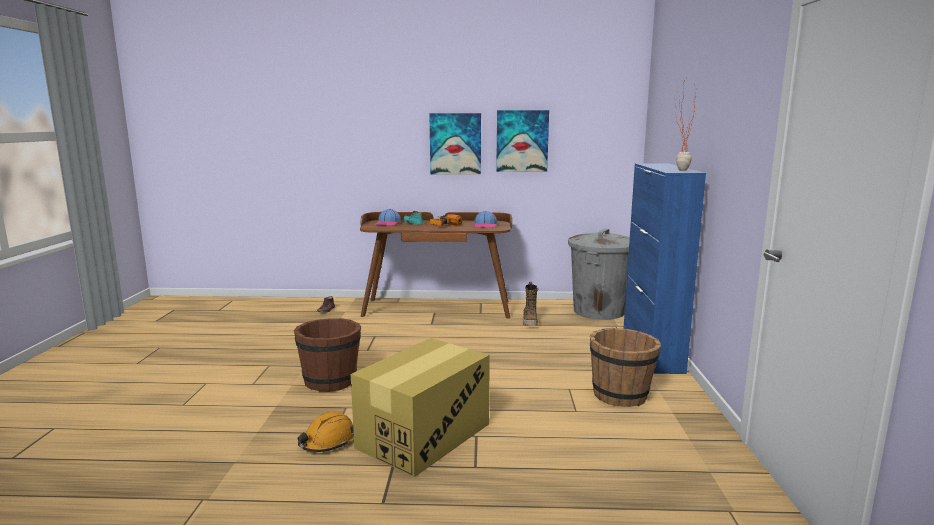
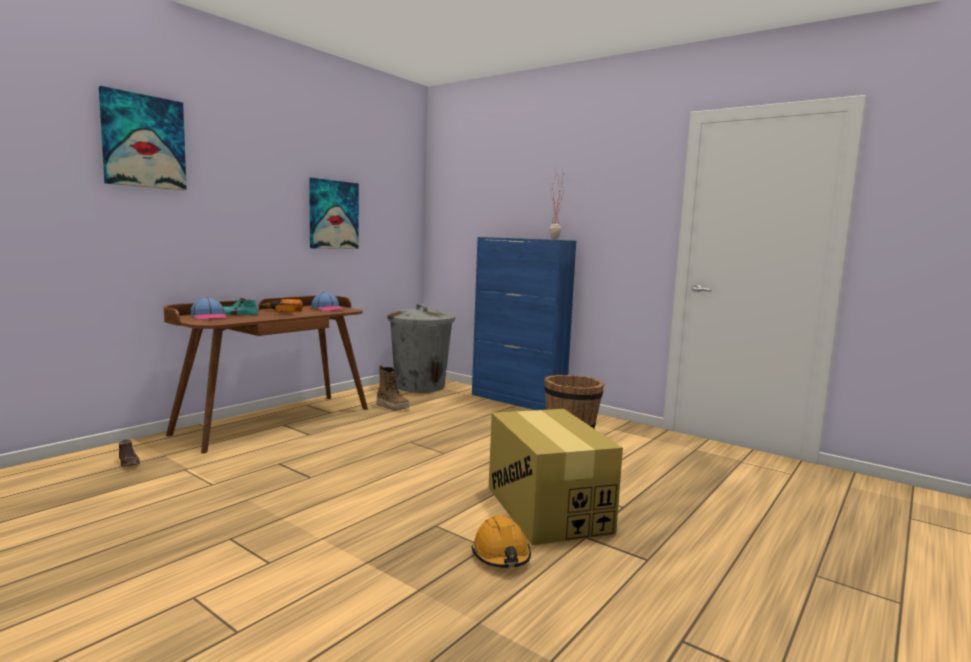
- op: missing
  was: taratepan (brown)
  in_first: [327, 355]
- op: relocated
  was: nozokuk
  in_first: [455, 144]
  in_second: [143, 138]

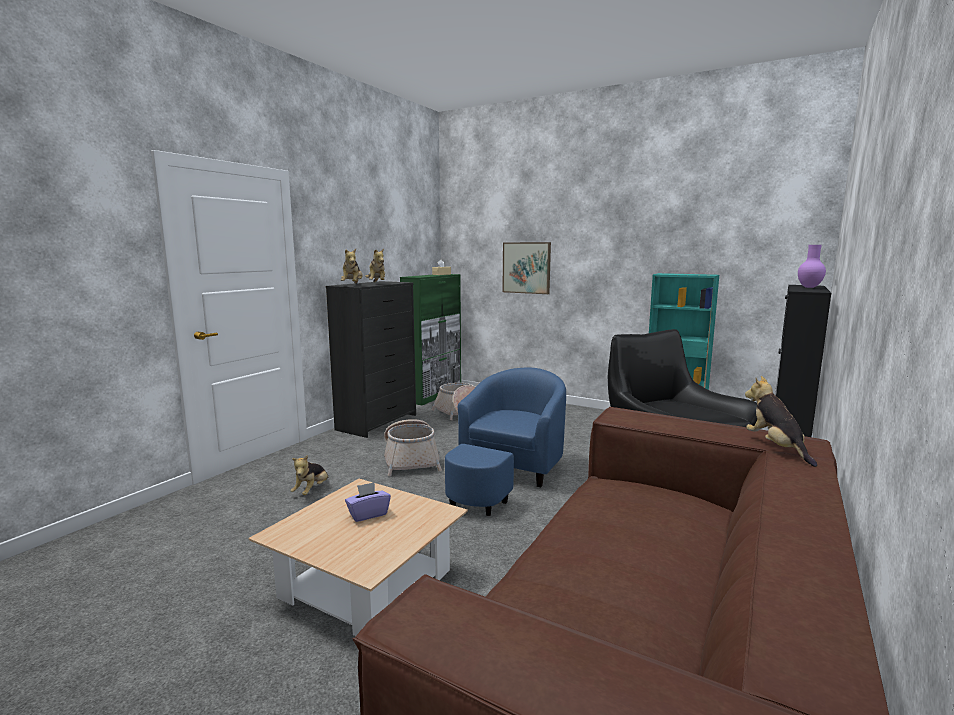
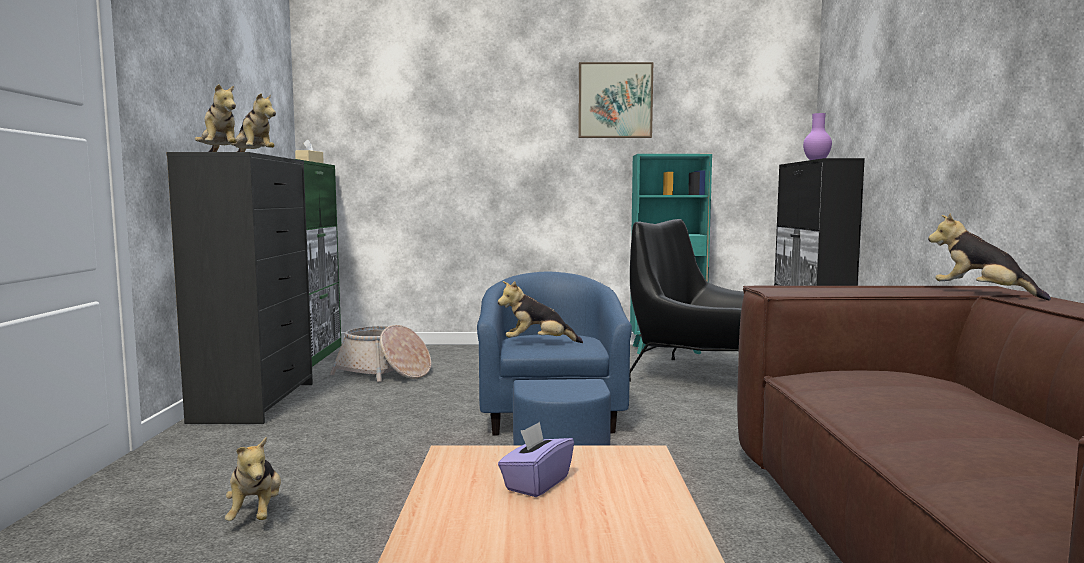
- op: missing
  was: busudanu
  in_first: [413, 447]
- op: appeared
  now: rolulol
  in_second: [540, 312]
- op: relocated
  was: nozokuk
  in_first: [526, 268]
  in_second: [615, 100]

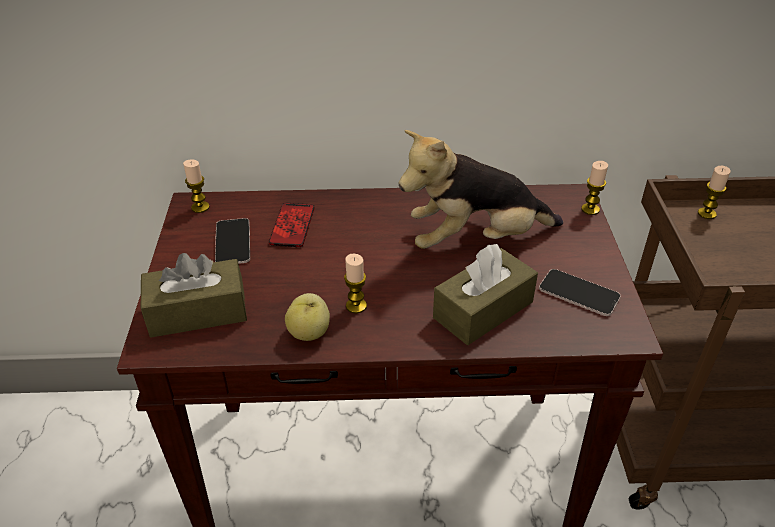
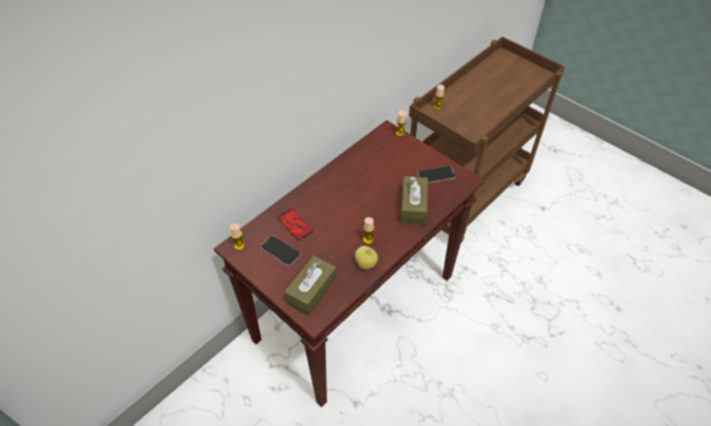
- op: missing
  was: rolulol
  in_first: [480, 189]

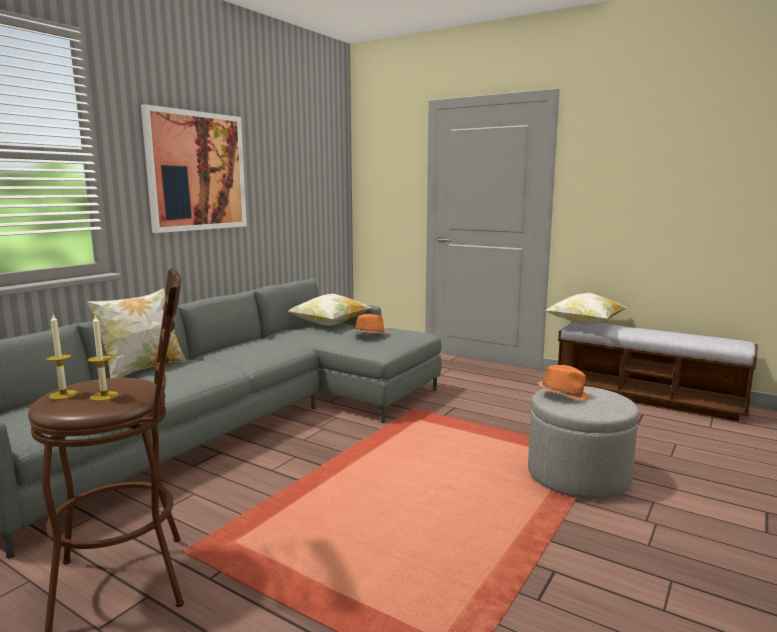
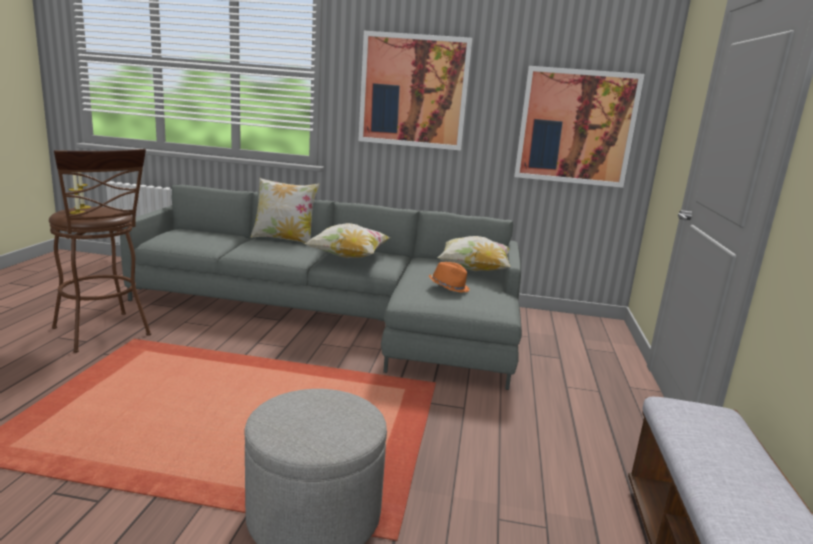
- op: missing
  was: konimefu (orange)
  in_first: [563, 382]
- op: appeared
  now: nozokuk
  in_second: [579, 127]
- op: relocated
  was: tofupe
  in_first: [586, 309]
  in_second: [347, 240]

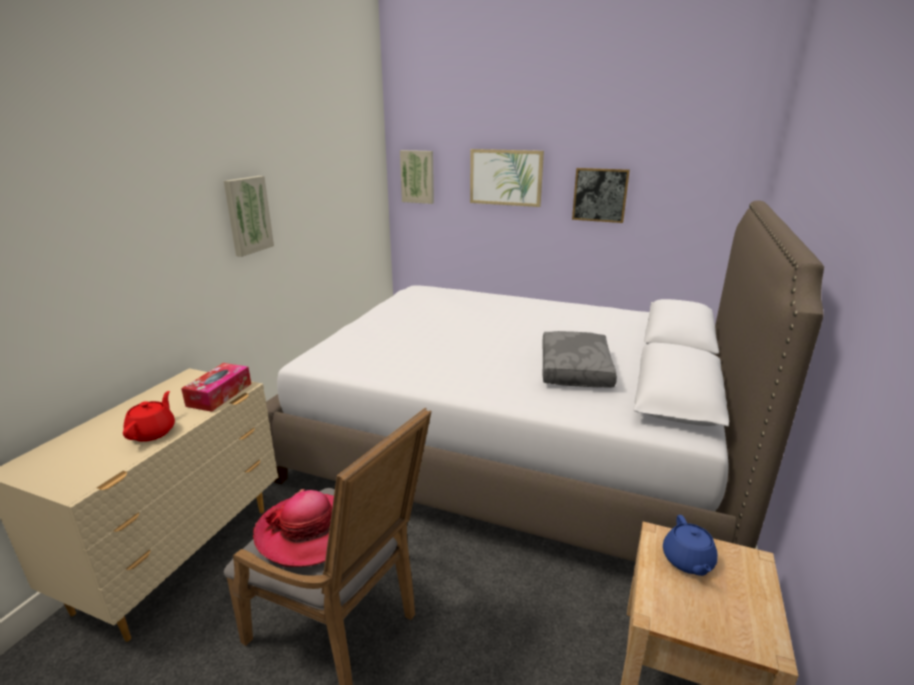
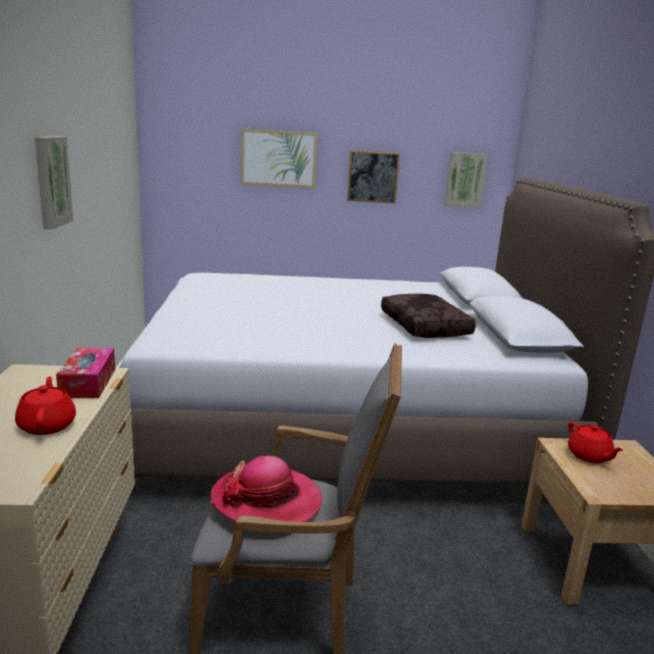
- op: relocated
  was: nozokuk
  in_first: [417, 177]
  in_second: [466, 180]
- op: colour
  was: tofupe (grey)
  now: tofupe (brown)
  in_first: [579, 359]
  in_second: [428, 316]
- op: colour
  was: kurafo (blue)
  now: kurafo (red)
  in_first: [690, 545]
  in_second: [596, 442]

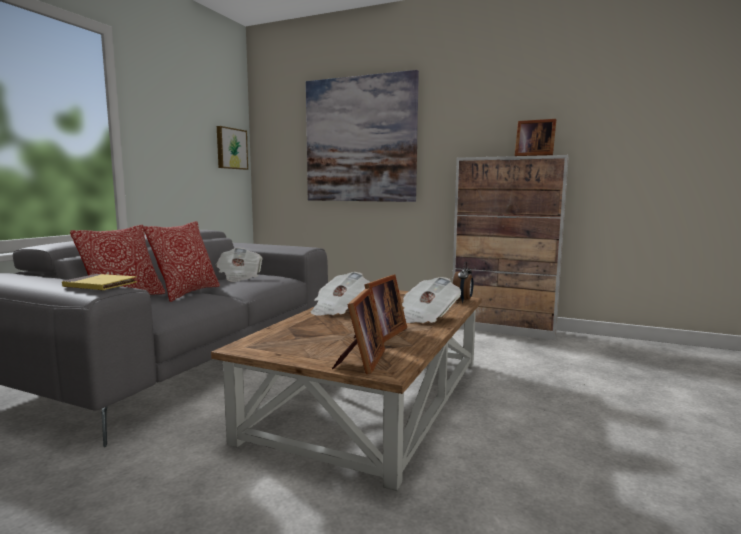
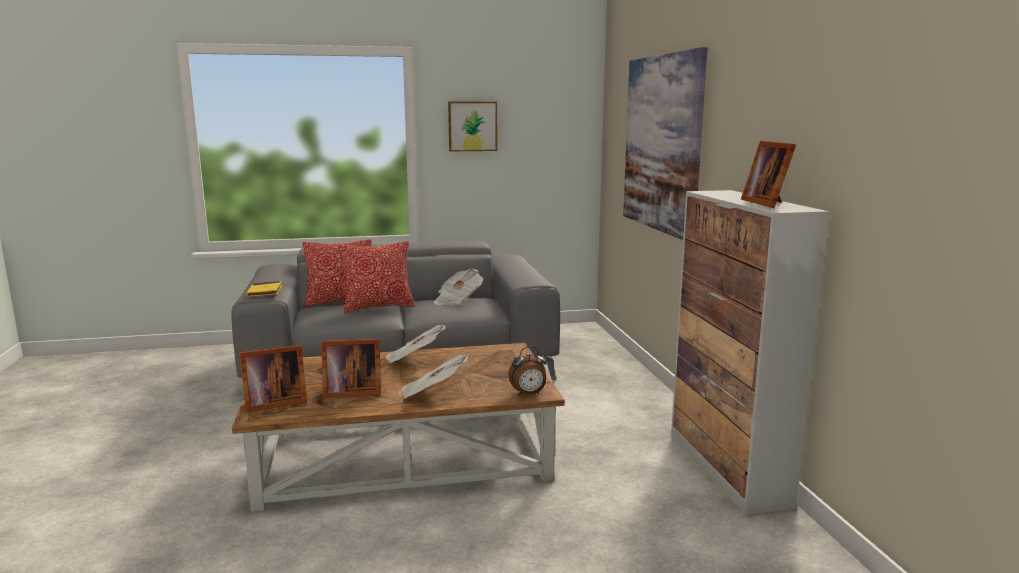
- op: relocated
  was: nozokuk
  in_first: [232, 148]
  in_second: [472, 126]

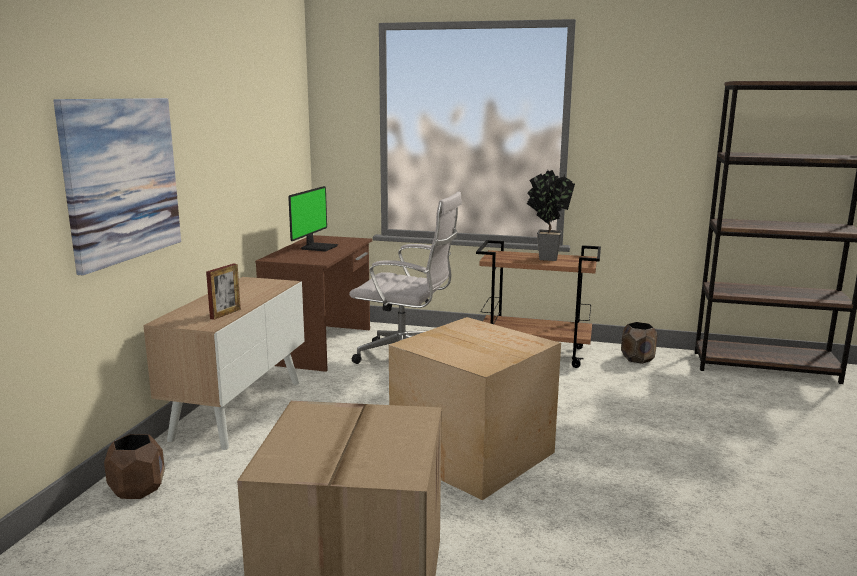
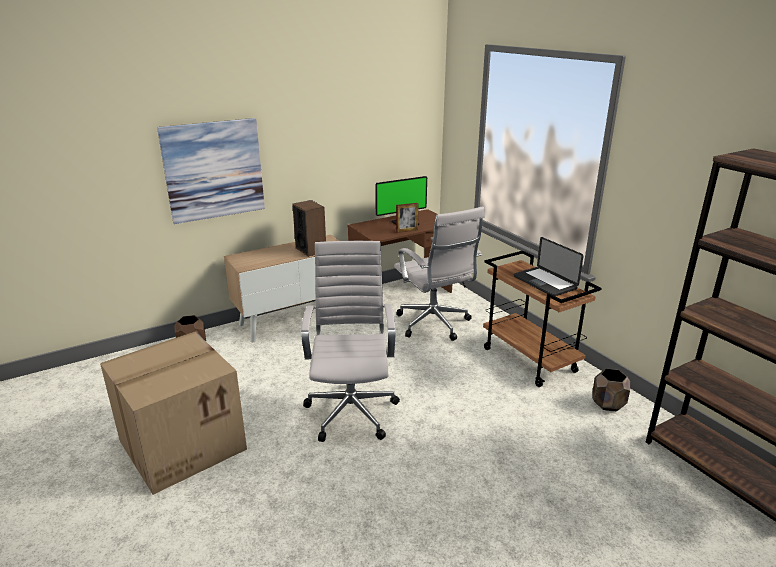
- op: appeared
  now: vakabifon
  in_second: [309, 228]
- op: relocated
  was: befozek
  in_first: [223, 292]
  in_second: [407, 218]
- op: exchanged
  was: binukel
  now: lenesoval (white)
  in_first: [475, 408]
  in_second: [350, 341]
- op: exchanged
  was: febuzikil
  now: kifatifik
  in_first: [551, 215]
  in_second: [549, 266]

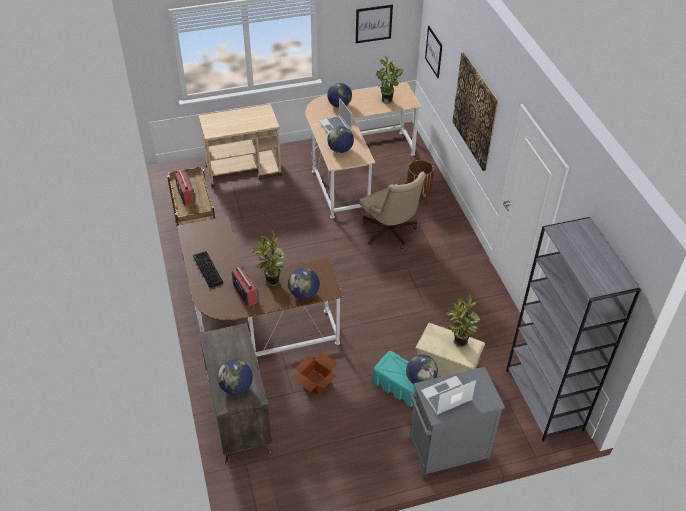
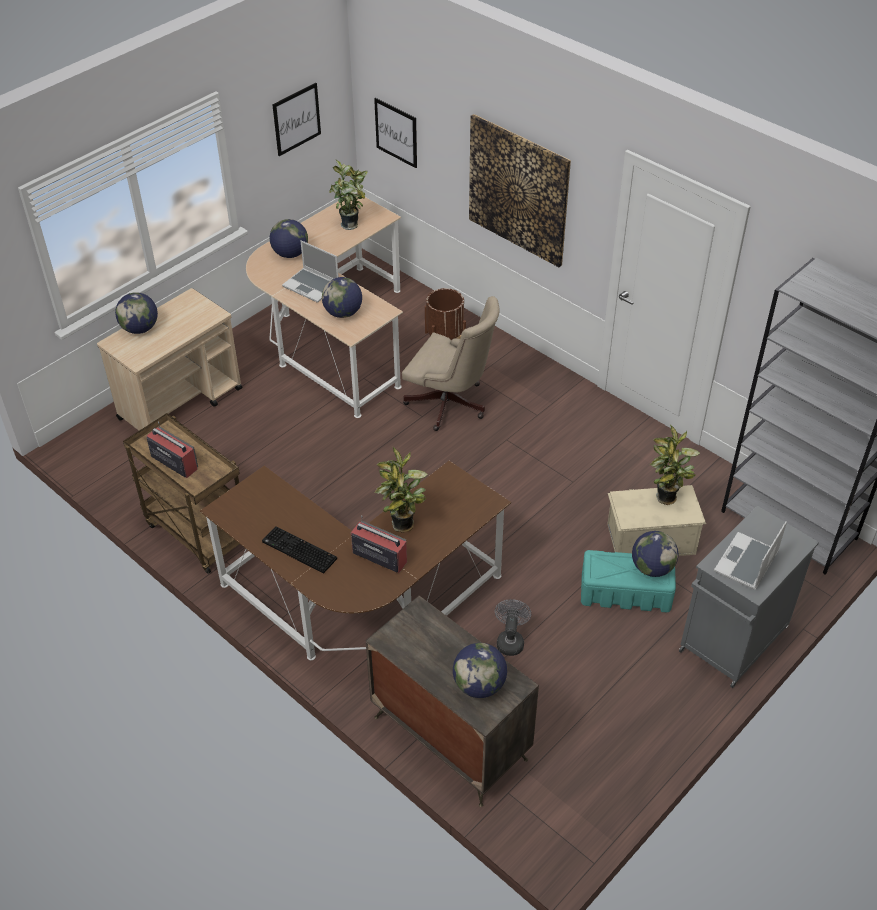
- op: relocated
  was: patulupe
  in_first: [304, 284]
  in_second: [136, 313]
- op: exchanged
  was: binukel
  now: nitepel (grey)
  in_first: [315, 373]
  in_second: [513, 627]

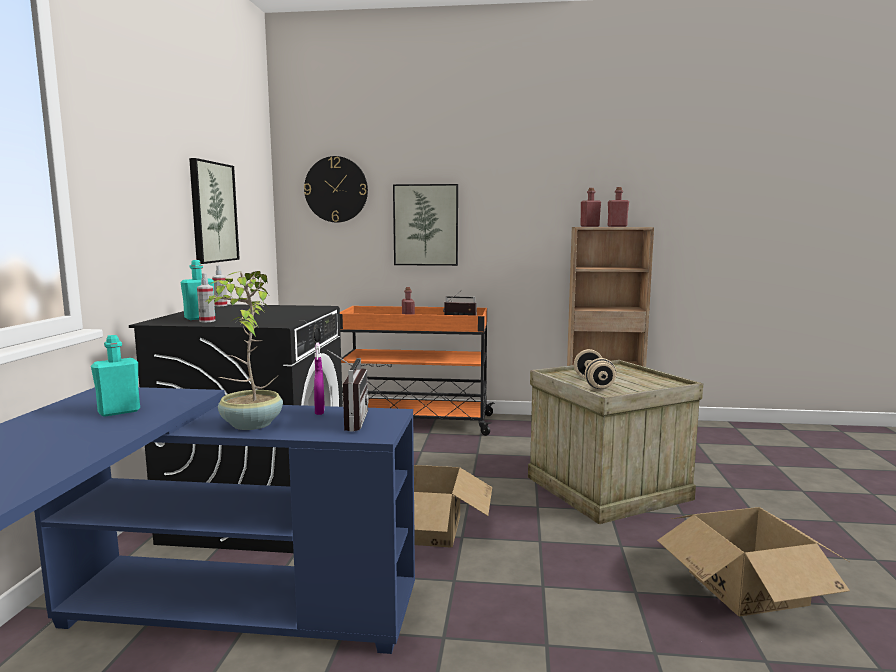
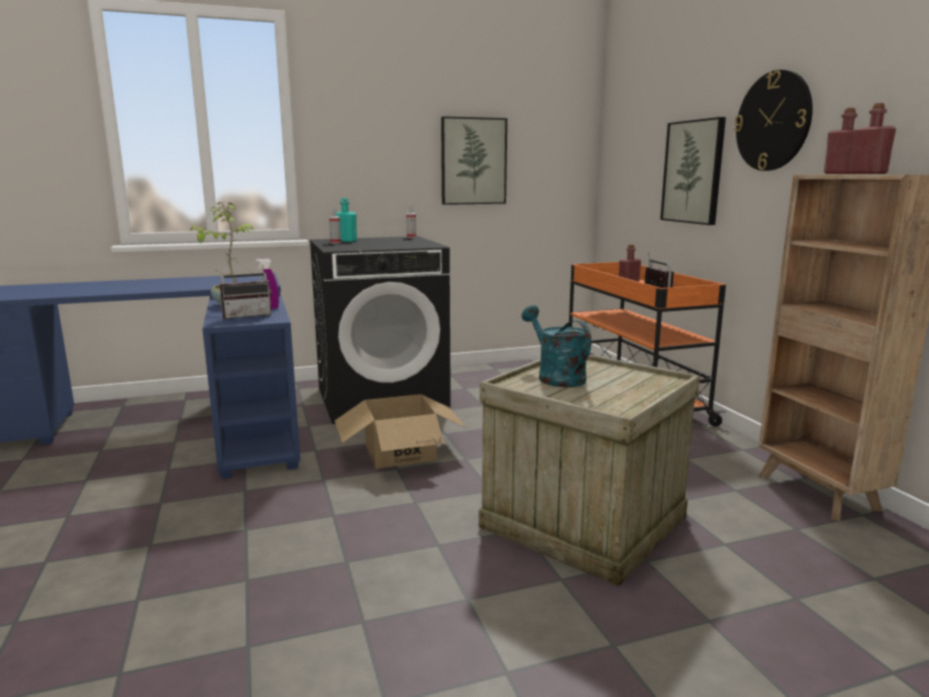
- op: missing
  was: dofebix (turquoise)
  in_first: [115, 376]
- op: missing
  was: binukel
  in_first: [753, 562]
- op: relocated
  was: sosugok
  in_first: [336, 189]
  in_second: [773, 120]
- op: exchanged
  was: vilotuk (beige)
  now: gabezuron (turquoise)
  in_first: [595, 369]
  in_second: [556, 346]

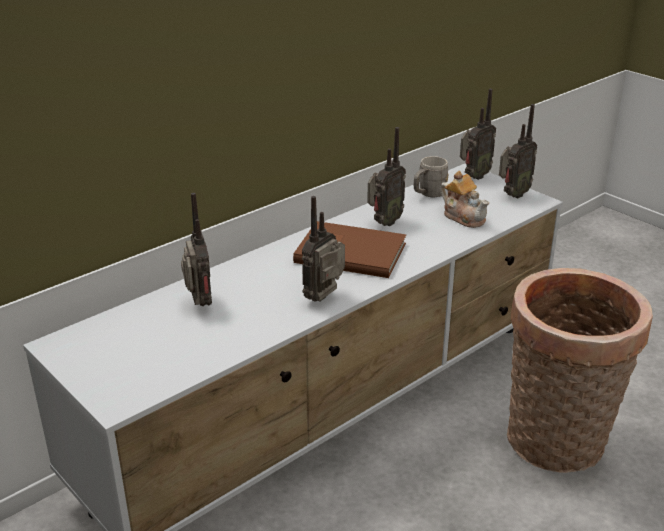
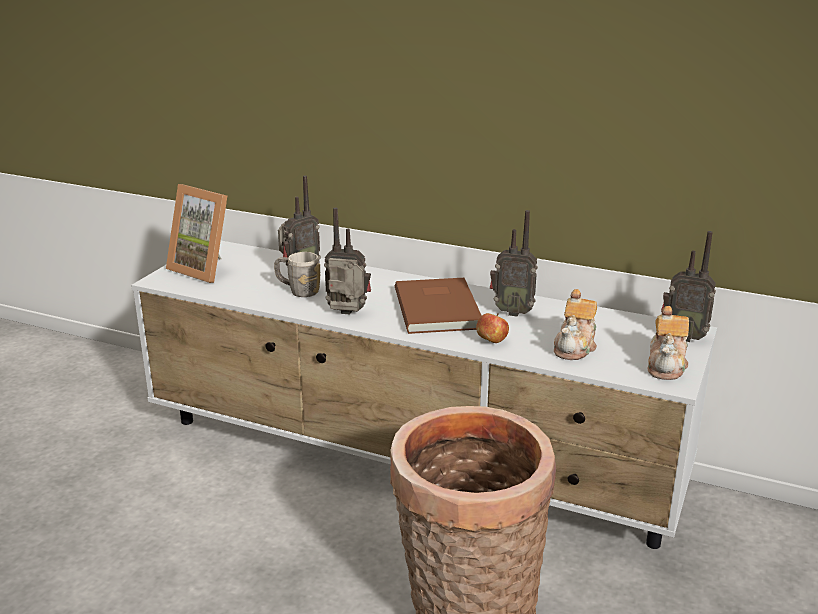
- op: appeared
  now: befozek
  in_second: [196, 233]
- op: appeared
  now: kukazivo
  in_second: [492, 328]
- op: relocated
  was: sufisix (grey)
  in_first: [431, 176]
  in_second: [297, 274]
- op: exchanged
  was: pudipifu
  now: kurafo
  in_first: [518, 151]
  in_second: [668, 343]

